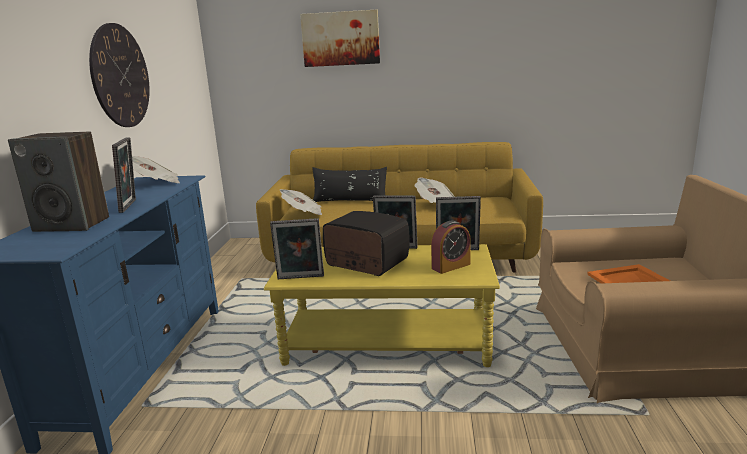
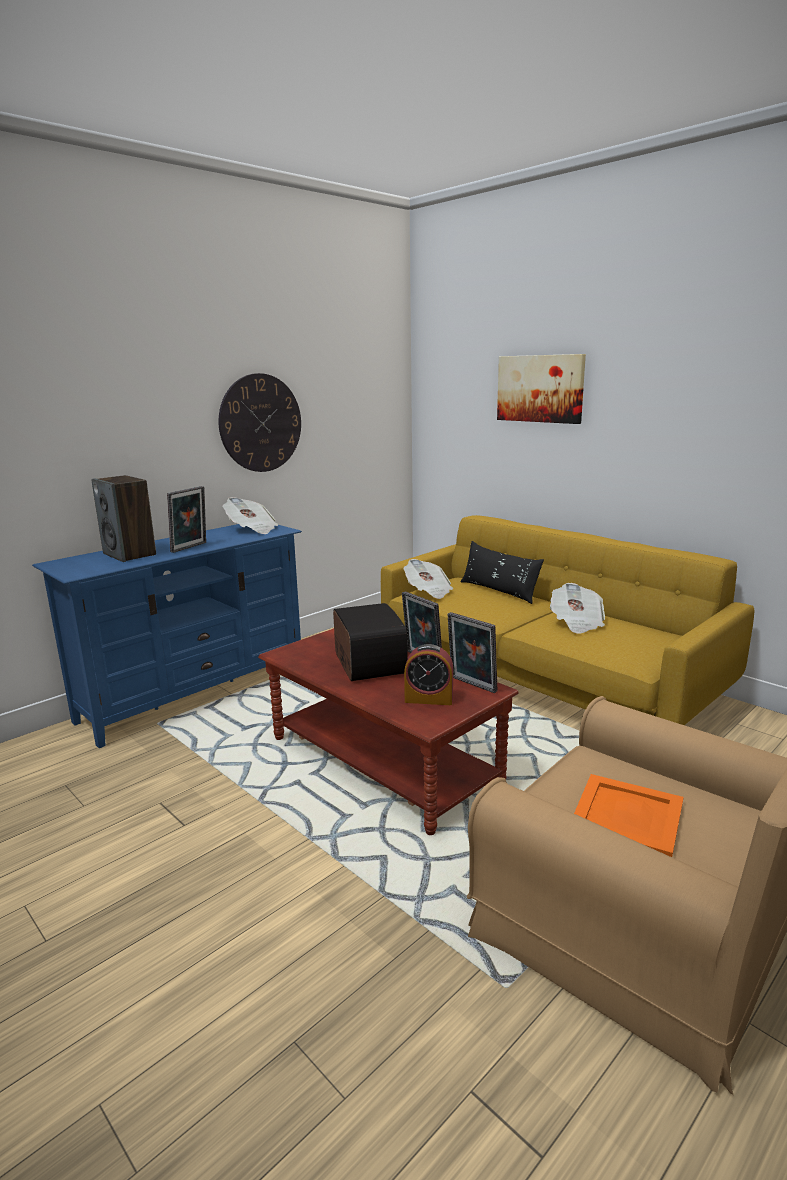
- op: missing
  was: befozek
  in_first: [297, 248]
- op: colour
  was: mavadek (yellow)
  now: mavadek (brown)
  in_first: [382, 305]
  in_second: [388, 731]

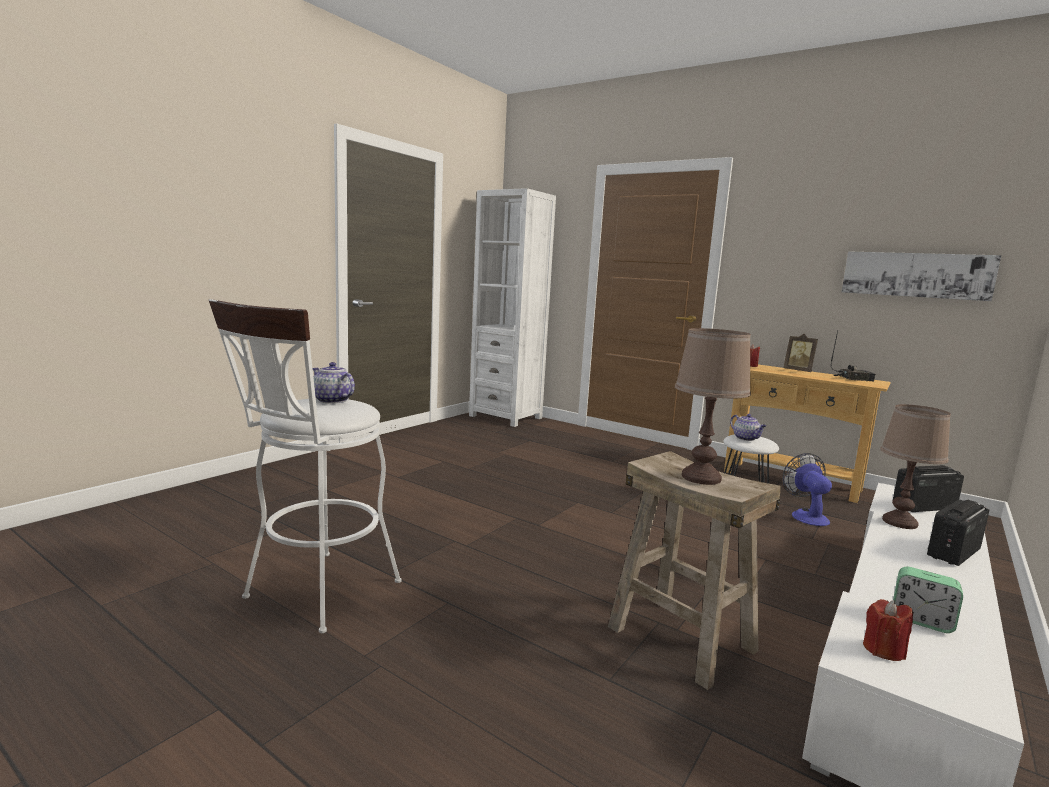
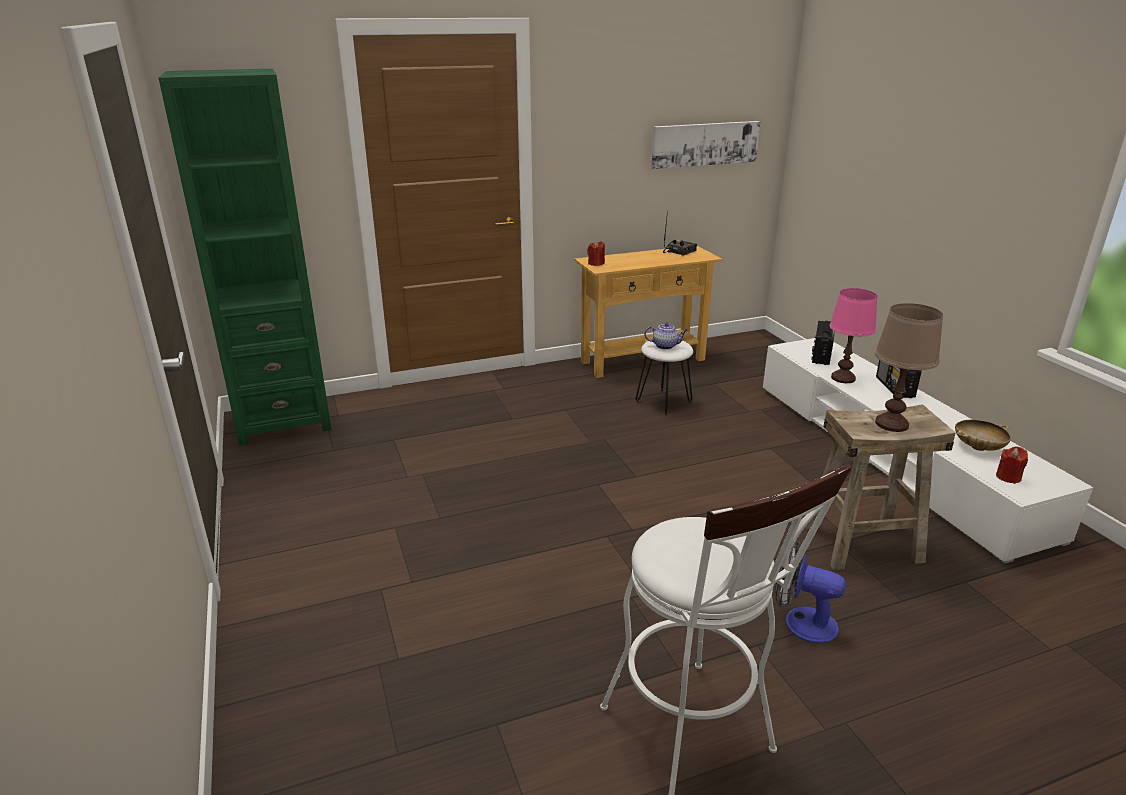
- op: missing
  was: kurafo
  in_first: [333, 383]
- op: missing
  was: befozek
  in_first: [800, 353]
- op: relocated
  was: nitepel
  in_first: [807, 489]
  in_second: [810, 591]
- op: exchanged
  was: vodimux
  now: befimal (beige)
  in_first: [928, 600]
  in_second: [983, 435]
- op: colour
  was: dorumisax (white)
  now: dorumisax (green)
  in_first: [512, 307]
  in_second: [245, 257]
- op: colour
  was: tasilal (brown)
  now: tasilal (pink)
  in_first: [915, 466]
  in_second: [853, 335]

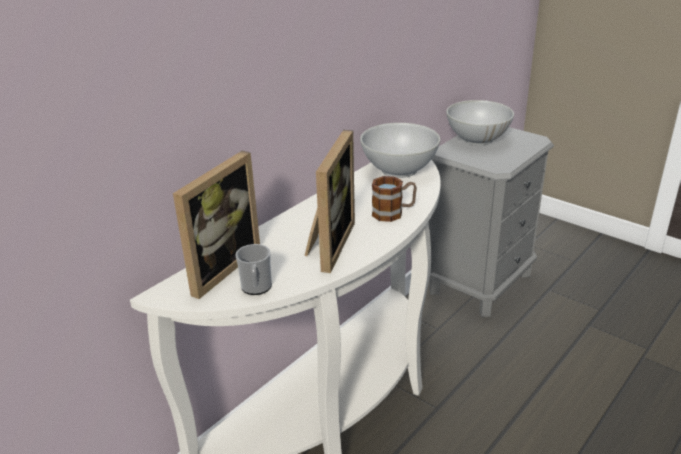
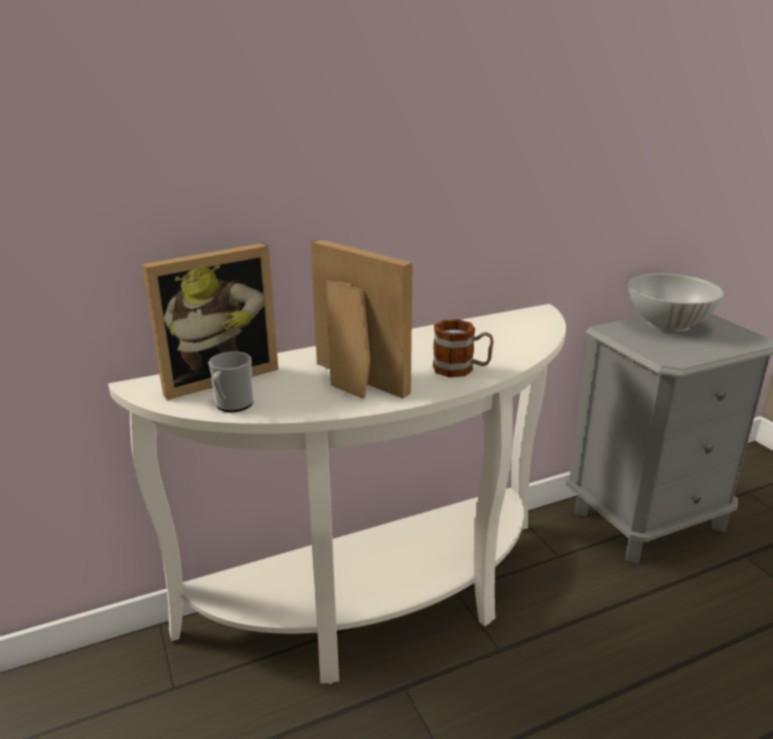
- op: missing
  was: befimal (white)
  in_first: [400, 150]
- op: spun
  was: befozek
  in_first: [330, 201]
  in_second: [362, 319]
  clockwise: -90

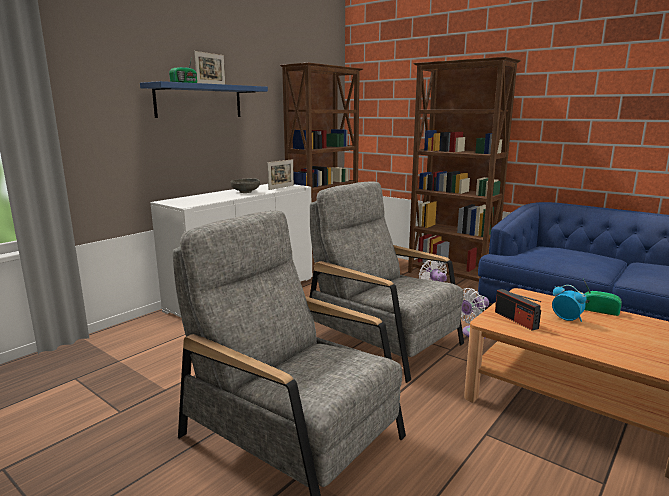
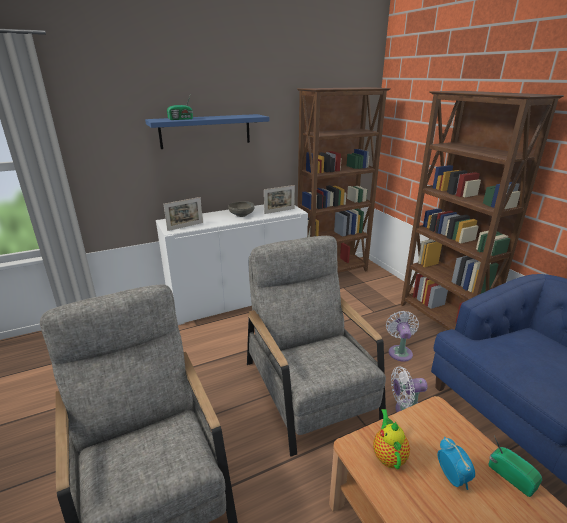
- op: relocated
  was: befozek
  in_first: [209, 67]
  in_second: [183, 214]
- op: exchanged
  was: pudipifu
  now: kurafo
  in_first: [518, 310]
  in_second: [391, 439]

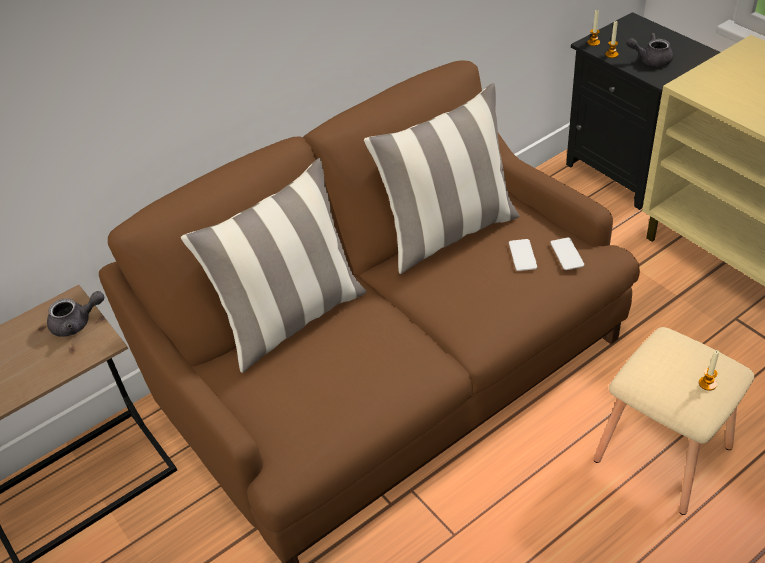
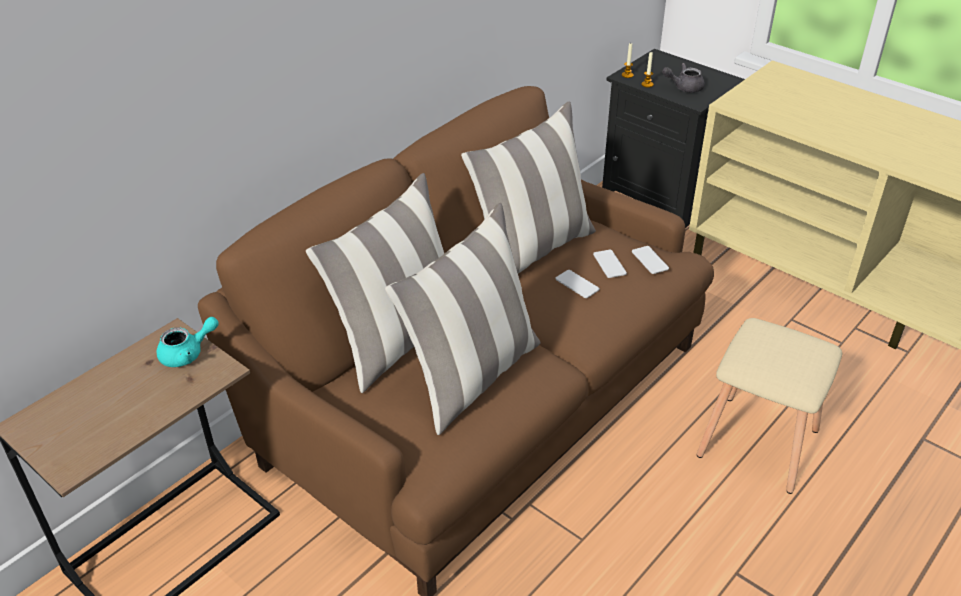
- op: missing
  was: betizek
  in_first: [709, 370]
- op: appeared
  now: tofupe
  in_second: [463, 319]
- op: appeared
  now: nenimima
  in_second: [577, 284]
- op: colour
  was: kurafo (grey)
  now: kurafo (turquoise)
  in_first: [75, 314]
  in_second: [188, 342]

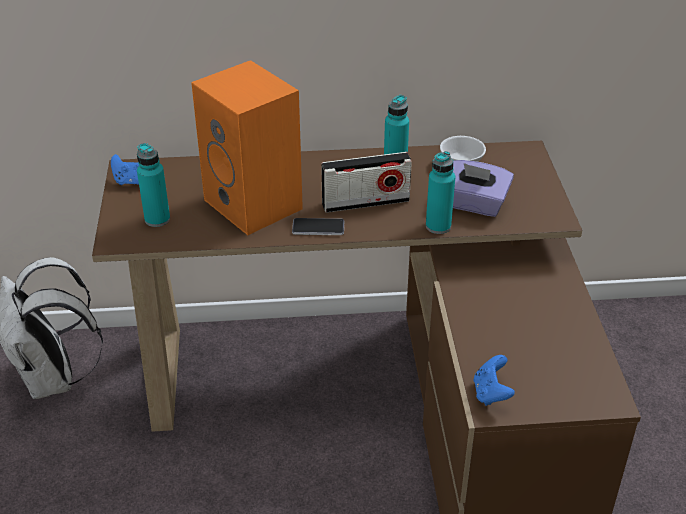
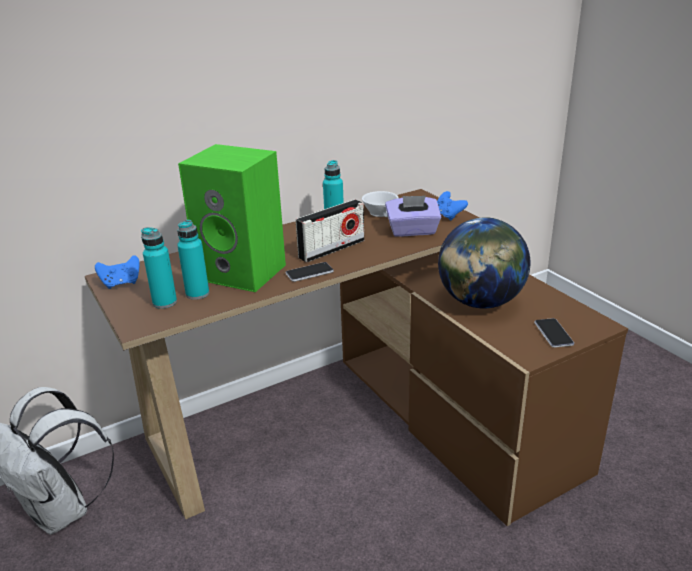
- op: appeared
  now: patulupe
  in_second: [484, 263]
- op: appeared
  now: nenimima
  in_second: [554, 333]
- op: relocated
  was: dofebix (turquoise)
  in_first: [440, 192]
  in_second: [193, 260]
- op: relocated
  was: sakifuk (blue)
  in_first: [494, 380]
  in_second: [452, 205]
- op: colour
  was: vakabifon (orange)
  now: vakabifon (green)
  in_first: [247, 147]
  in_second: [232, 218]

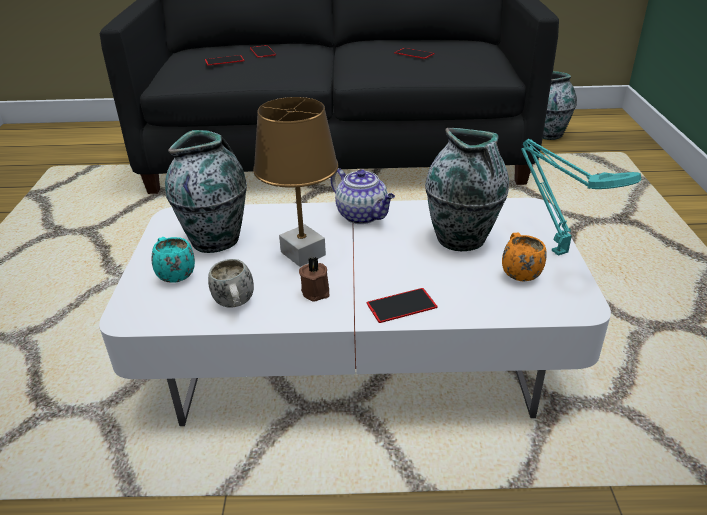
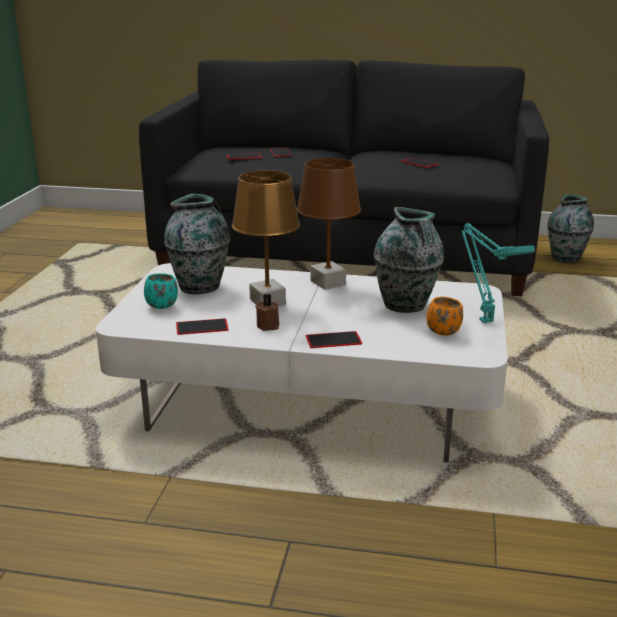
- op: exchanged
  was: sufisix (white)
  now: nenimima
  in_first: [231, 283]
  in_second: [202, 326]
- op: exchanged
  was: kurafo
  now: tasilal (brown)
  in_first: [363, 196]
  in_second: [329, 224]

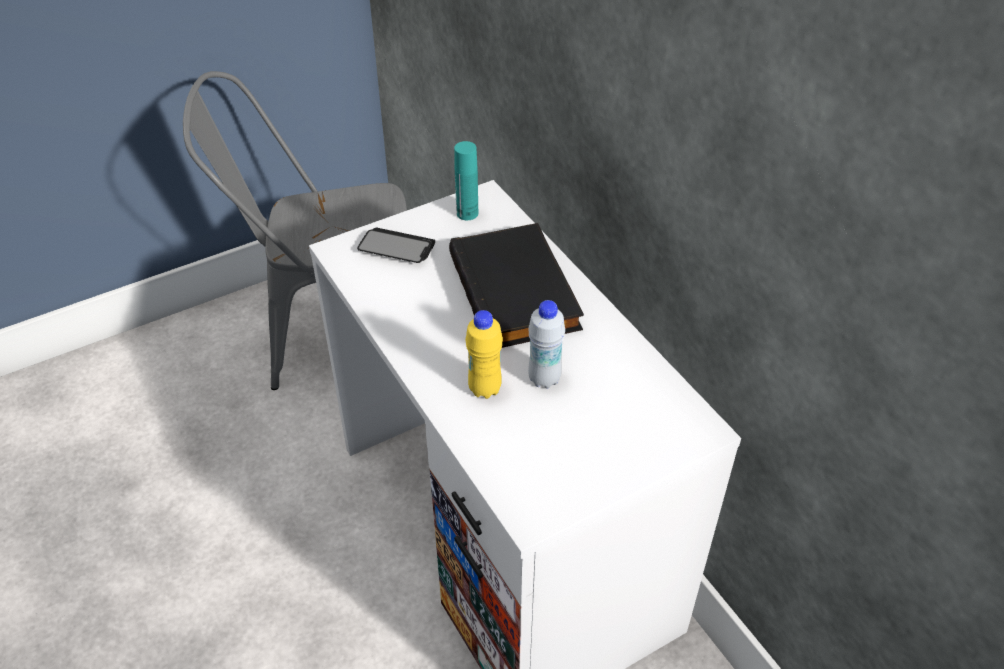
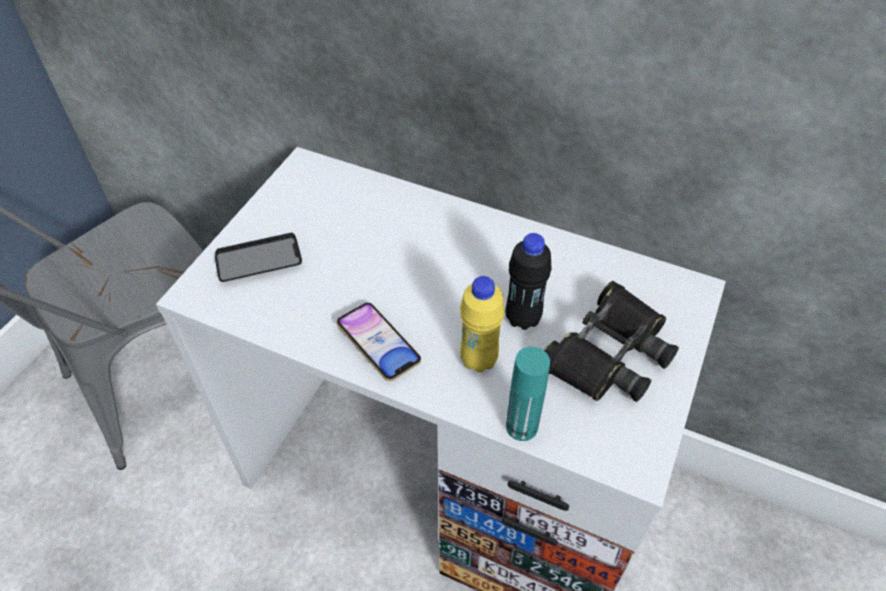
- op: missing
  was: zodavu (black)
  in_first: [516, 285]
- op: appeared
  now: nenimima
  in_second: [378, 342]
- op: appeared
  now: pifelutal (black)
  in_second: [611, 341]
- op: relocated
  was: dofebix (turquoise)
  in_first: [466, 180]
  in_second: [528, 394]
- op: colour
  was: dofebix (white)
  now: dofebix (black)
  in_first: [546, 344]
  in_second: [529, 281]

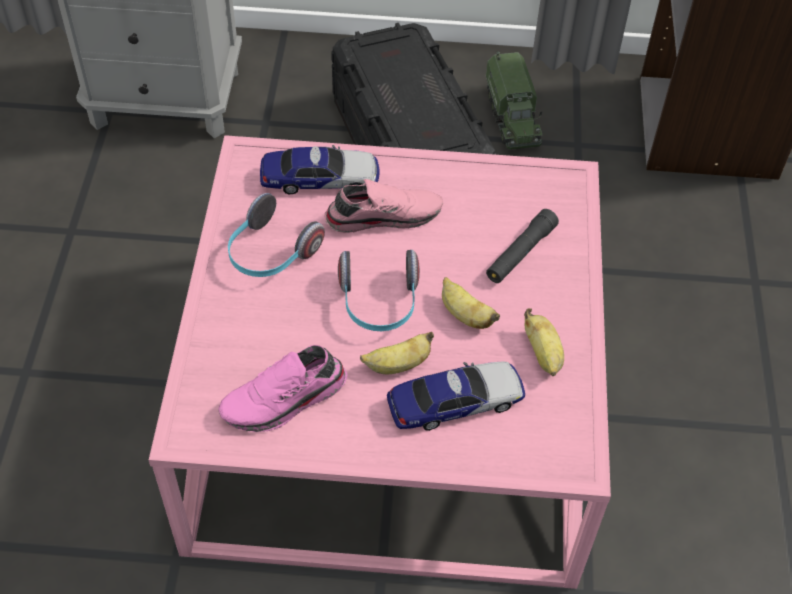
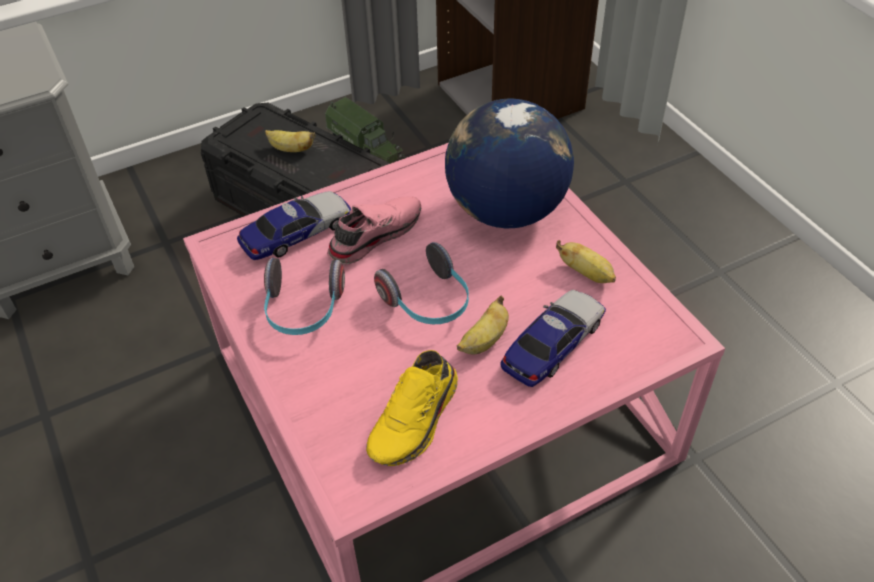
- op: relocated
  was: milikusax
  in_first: [471, 303]
  in_second: [290, 141]
- op: exchanged
  was: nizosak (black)
  now: patulupe
  in_first: [522, 246]
  in_second: [509, 163]
- op: colour
  was: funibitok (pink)
  now: funibitok (yellow)
  in_first: [283, 388]
  in_second: [412, 408]

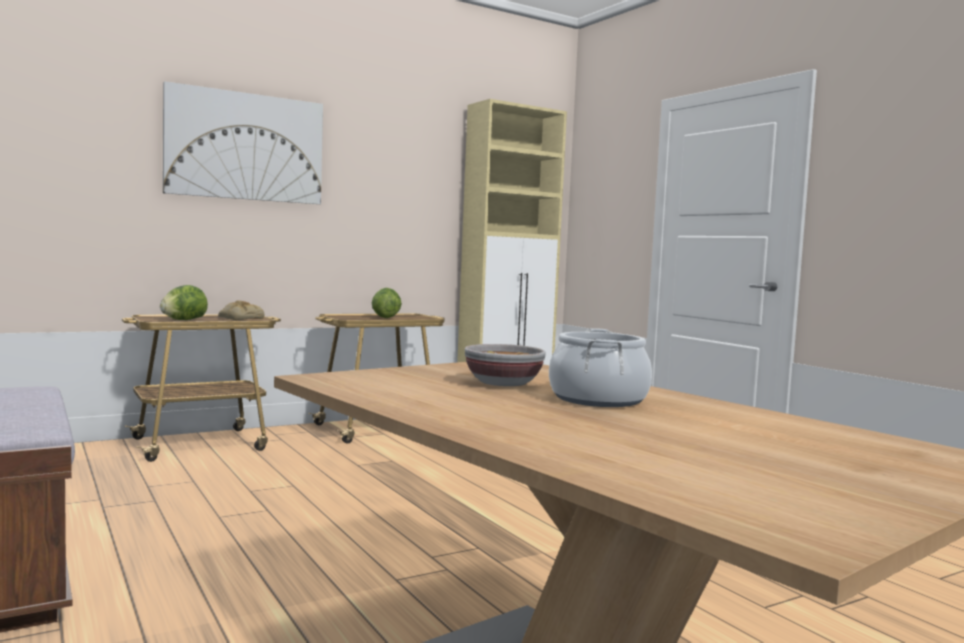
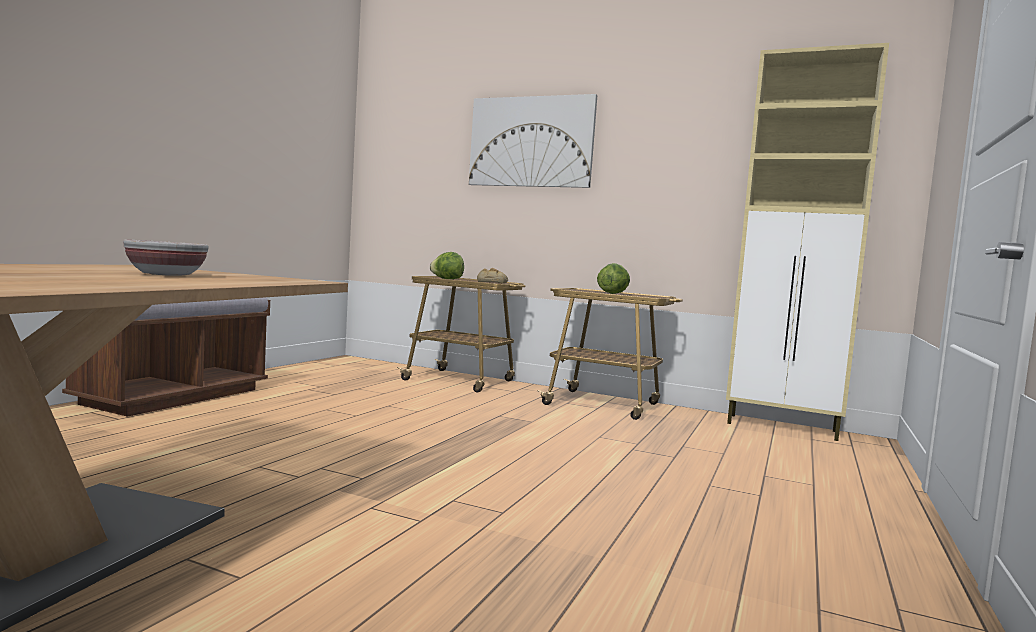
- op: missing
  was: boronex
  in_first: [600, 367]

